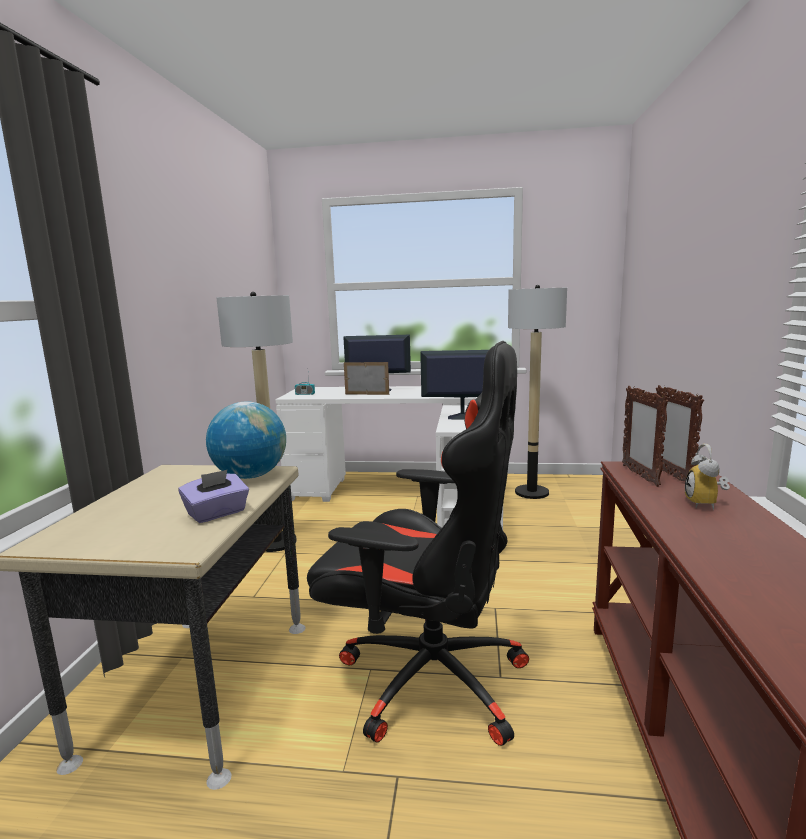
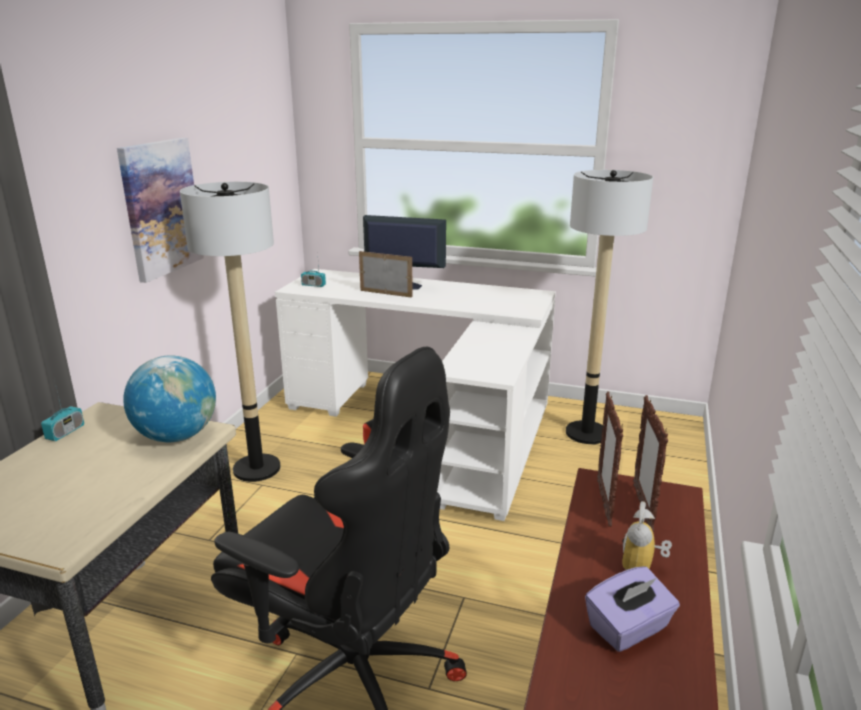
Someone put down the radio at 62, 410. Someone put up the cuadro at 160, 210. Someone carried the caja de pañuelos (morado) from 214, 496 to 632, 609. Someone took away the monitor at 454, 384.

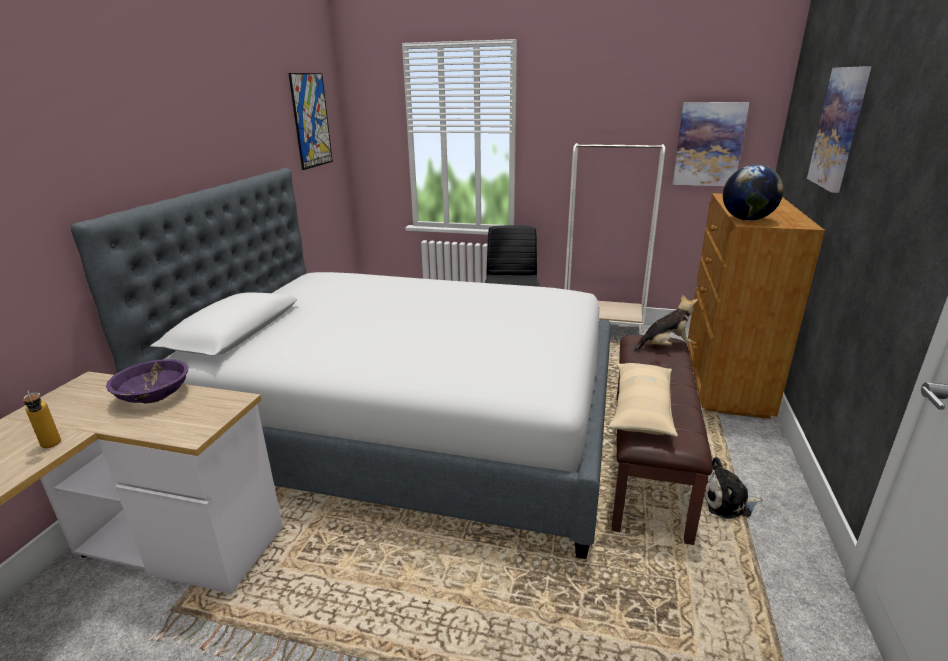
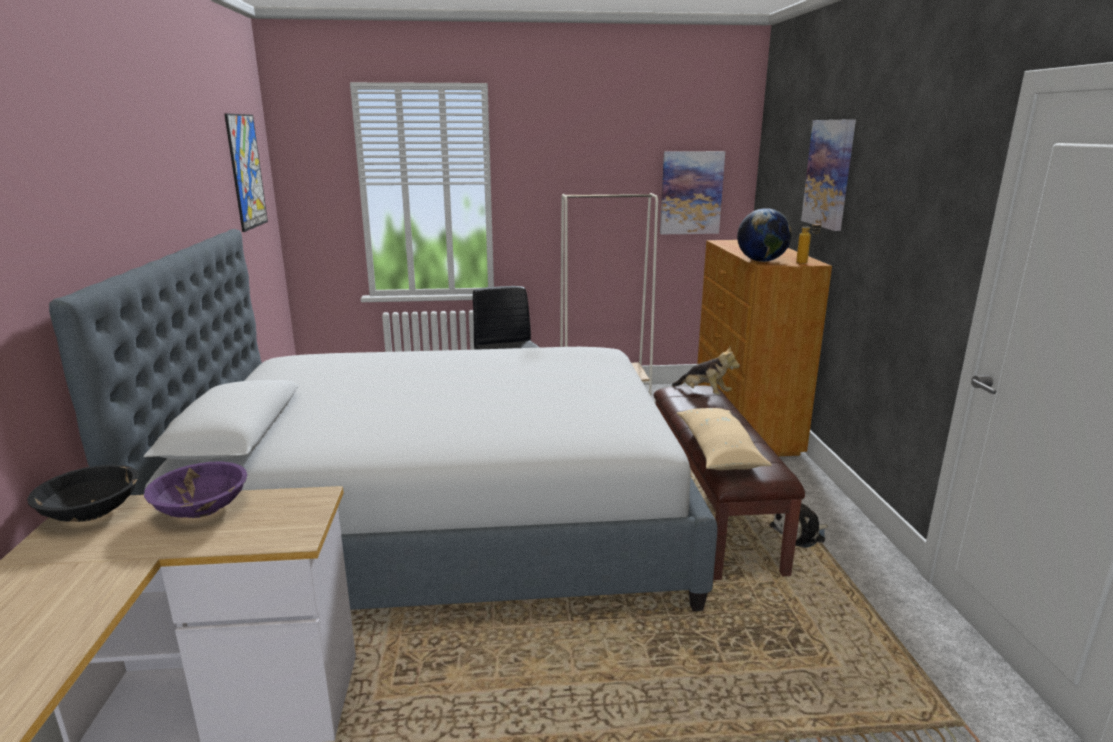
Someone put down the cuenco (negro) at 83, 493. Someone rotated the peluche at 666, 323 by 75 degrees clockwise. Someone carried the botella from 42, 419 to 809, 241.

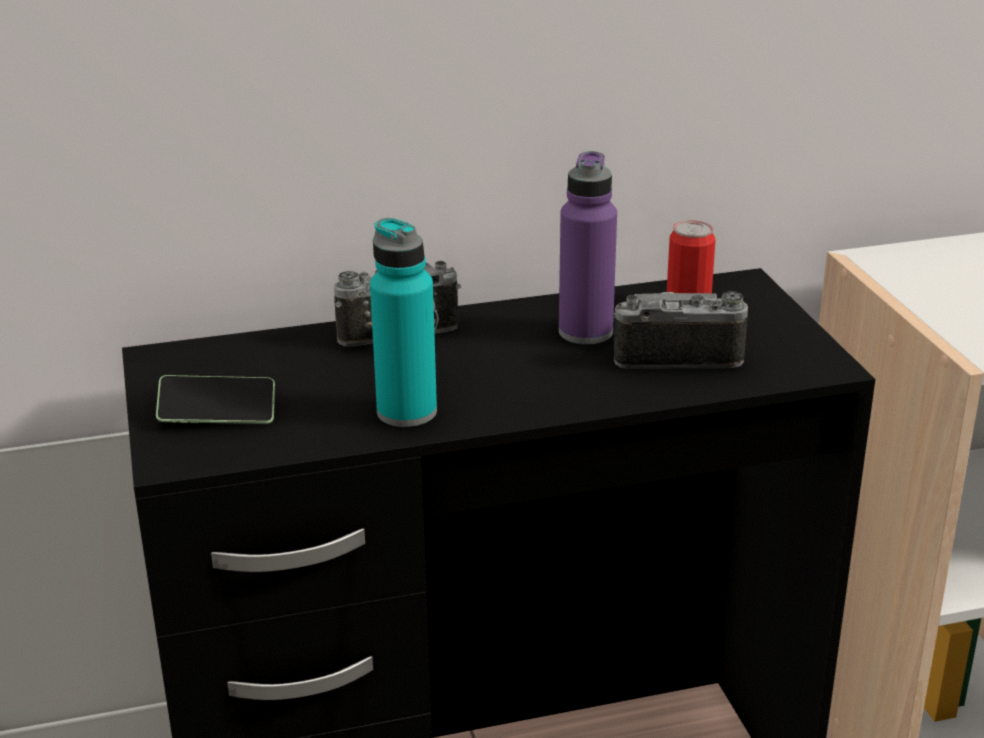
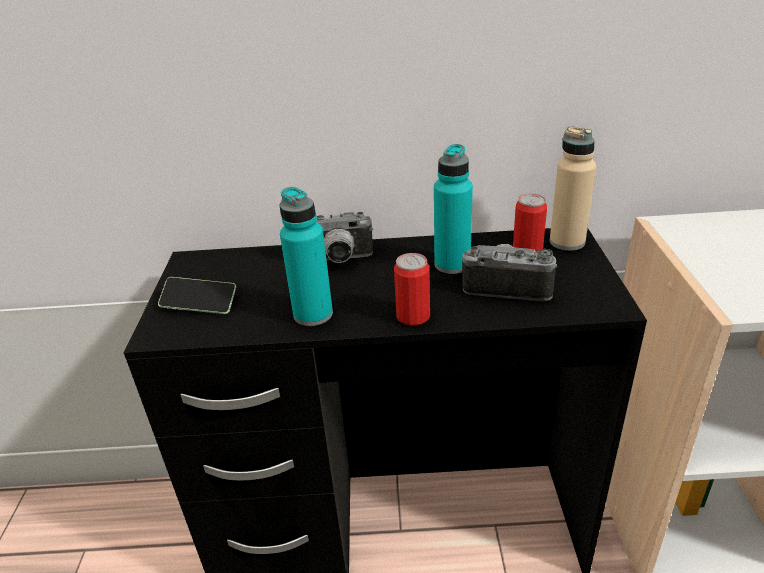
Someone put down the lata at 412, 289. Someone repainted the botella (morado) at 588, 247, which became the botella (turquesa) at 453, 209. Someone put down the botella (beis) at 573, 188.

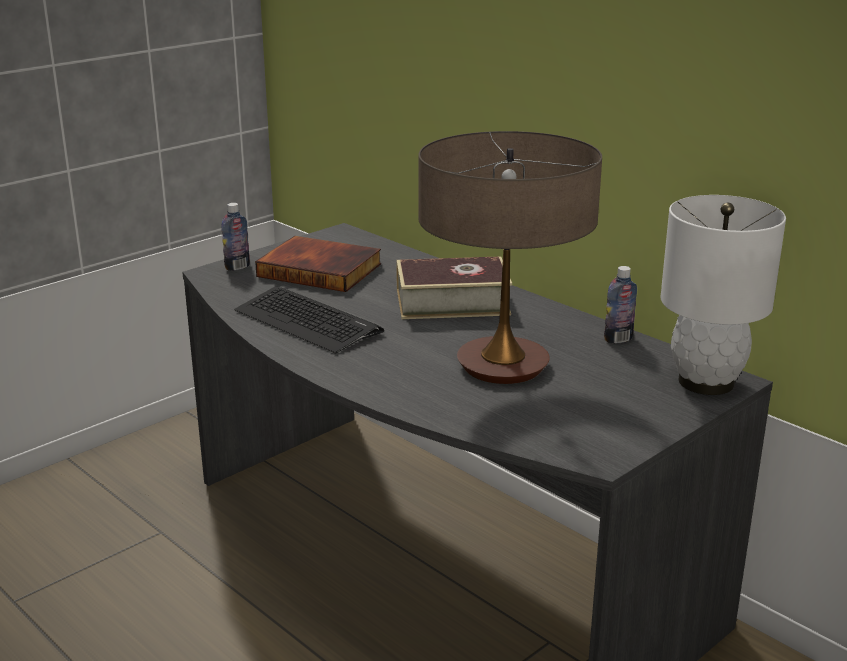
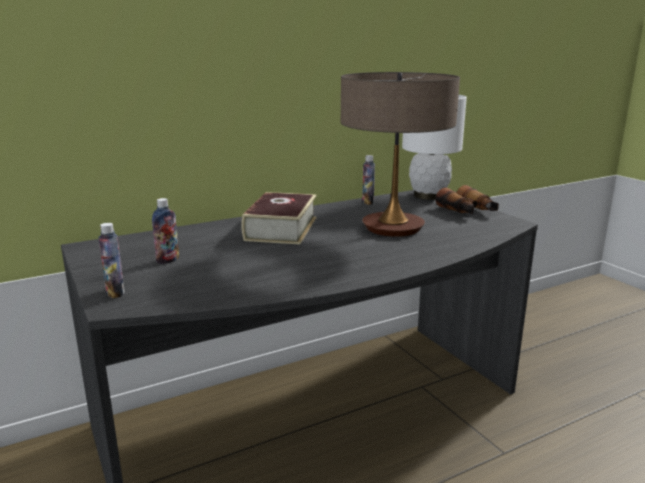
Someone swapped the libro at 318, 264 for the botella at 165, 231. Someone put down the prismáticos at 467, 199. Someone took away the teclado at 309, 320.

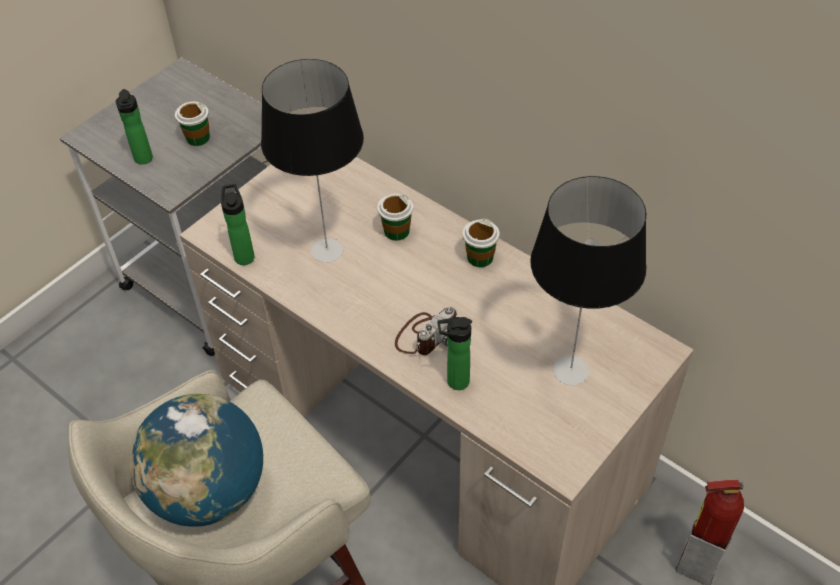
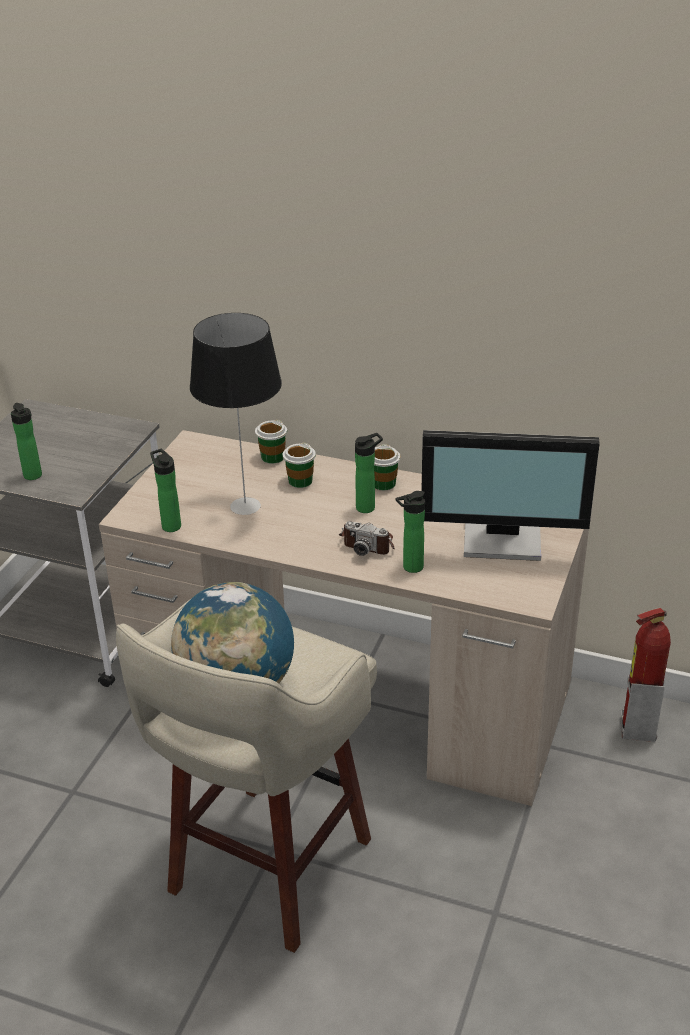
Someone carried the taza from 192, 123 to 271, 442. Someone rotated the cámara at 426, 331 by 90 degrees clockwise. Someone put down the botella at 369, 473. Someone swapped the lámpara de mesa at 588, 280 for the monitor at 510, 495.

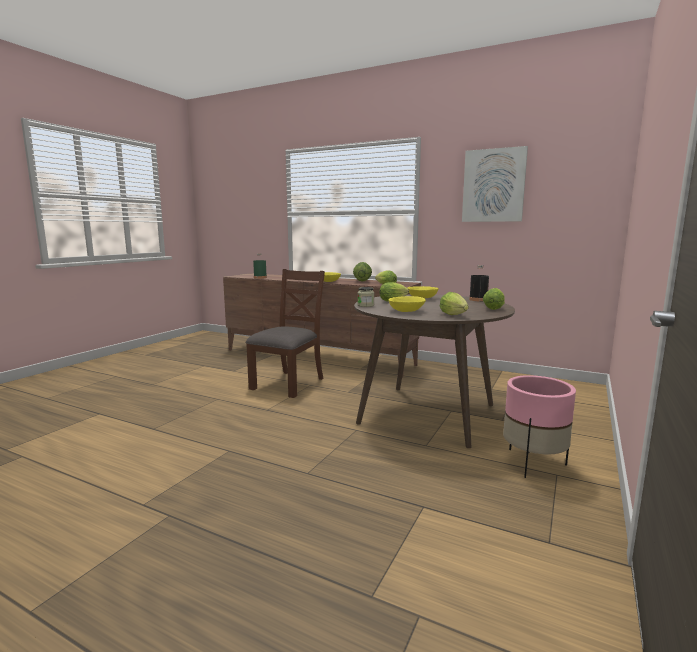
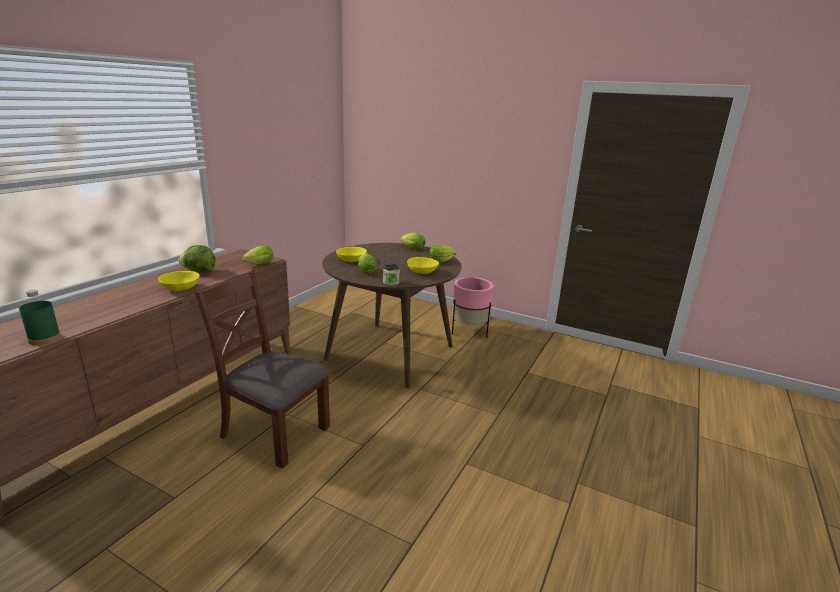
Someone took away the cuadro at 495, 184. Someone took away the botella (negro) at 479, 283.

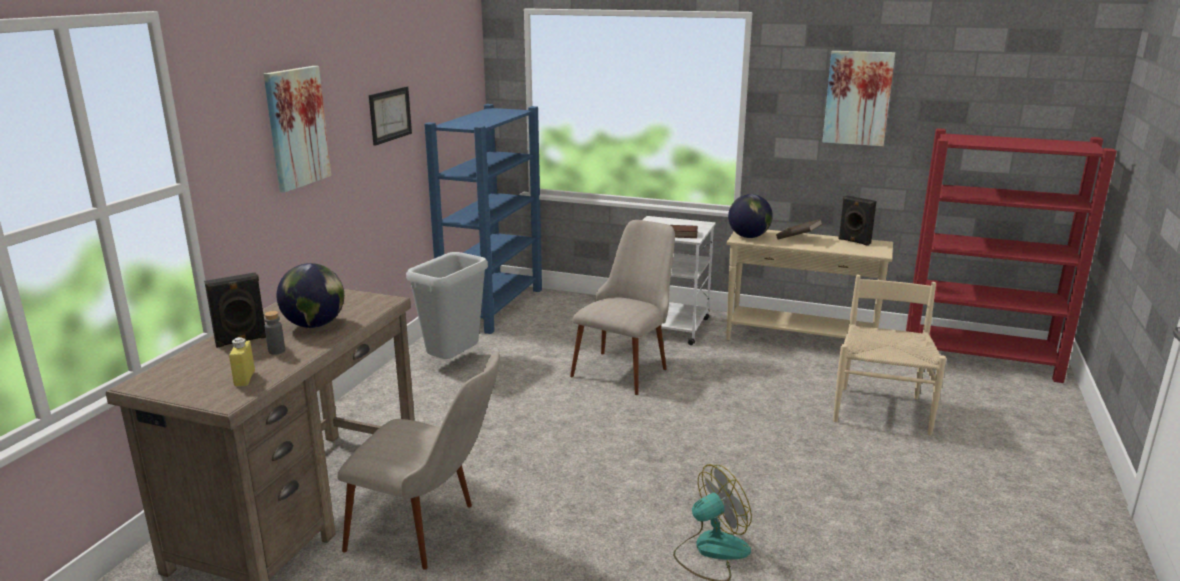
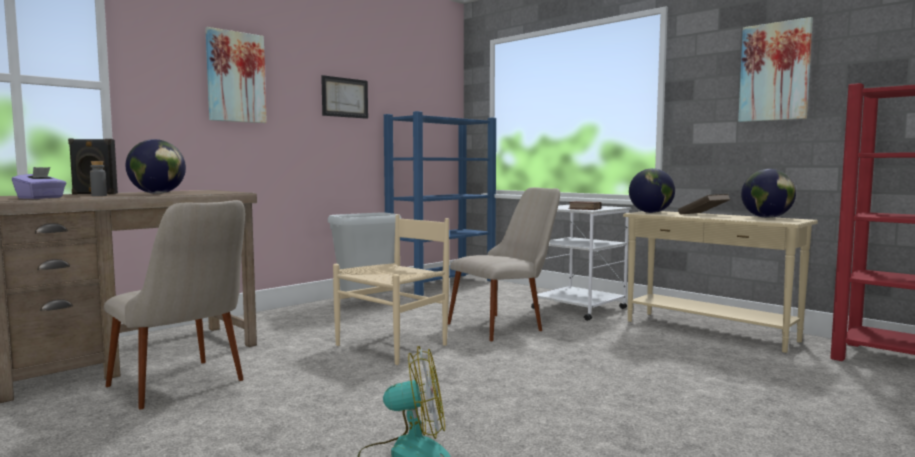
Someone swapped the botella (amarillo) at 242, 362 for the caja de pañuelos (morado) at 39, 183. Someone carried the silla (beis) from 889, 355 to 391, 289. Someone swapped the altavoz (negro) at 857, 221 for the globo terráqueo at 768, 193.

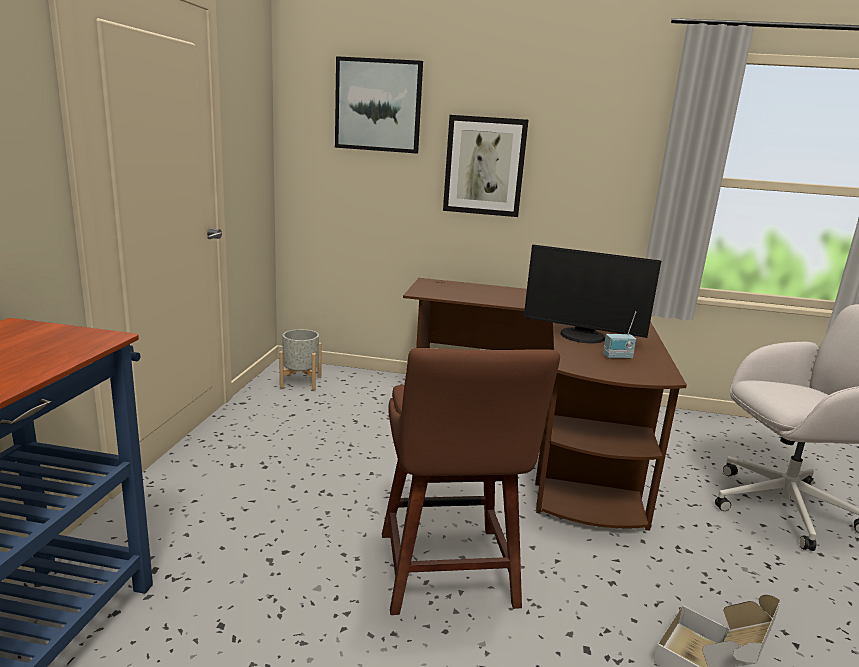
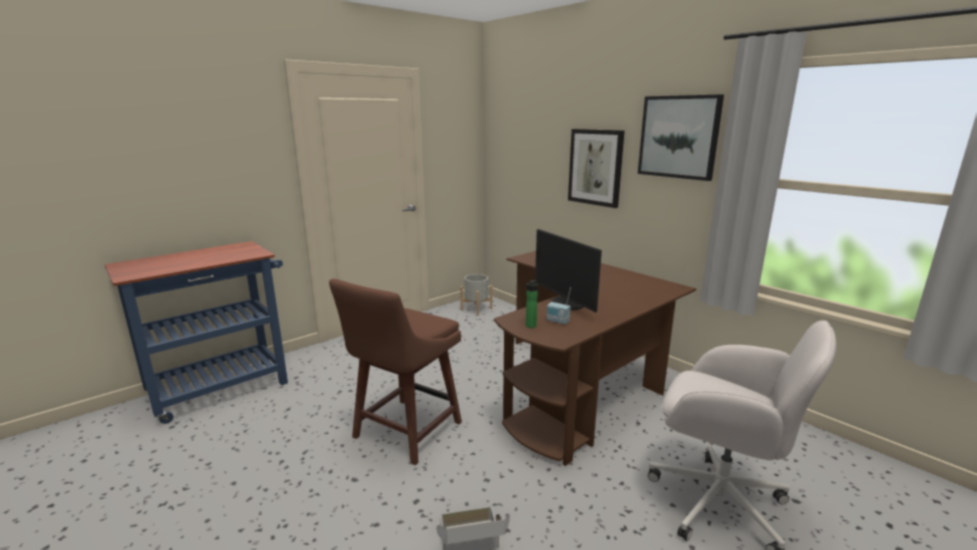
Someone put down the botella at 531, 304. Someone carried the cuadro from 379, 104 to 681, 137.

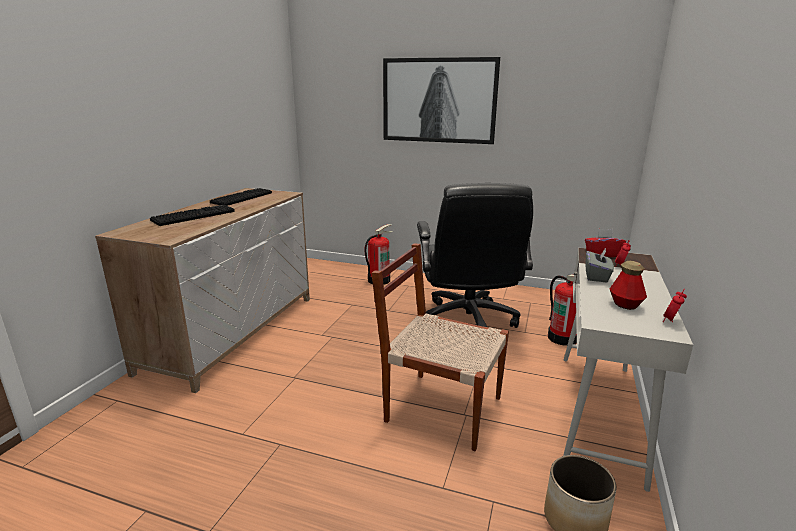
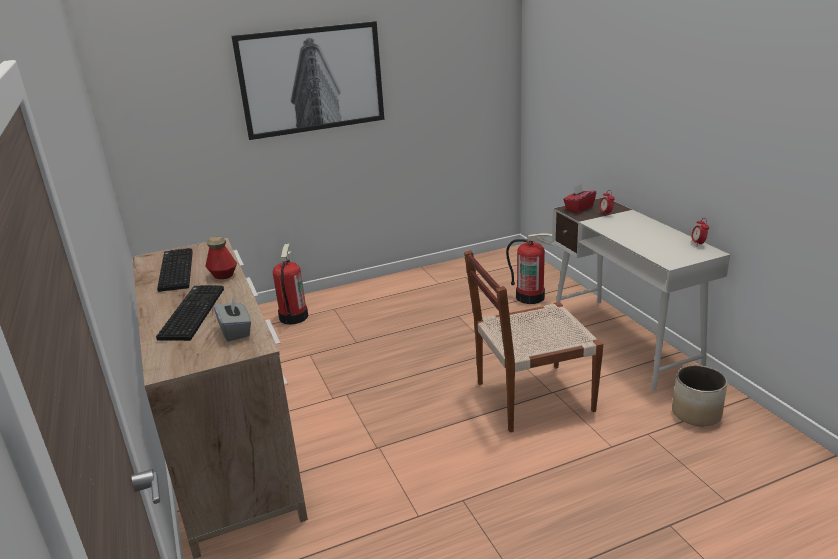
Someone carried the botella from 628, 285 to 221, 257. Someone carried the caja de pañuelos (gris) from 599, 264 to 232, 319. Someone took away the silla de oficina (negro) at 475, 255.

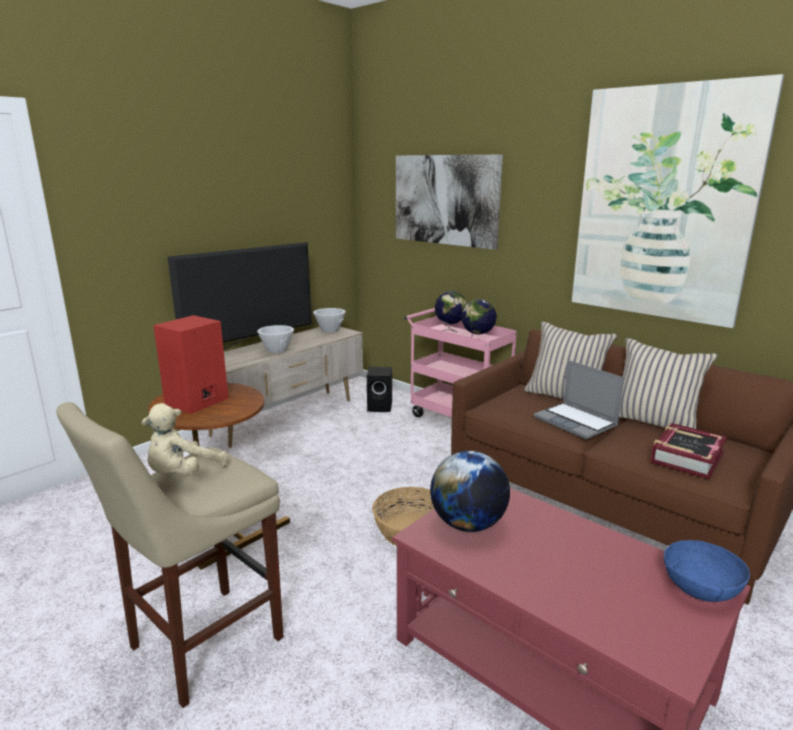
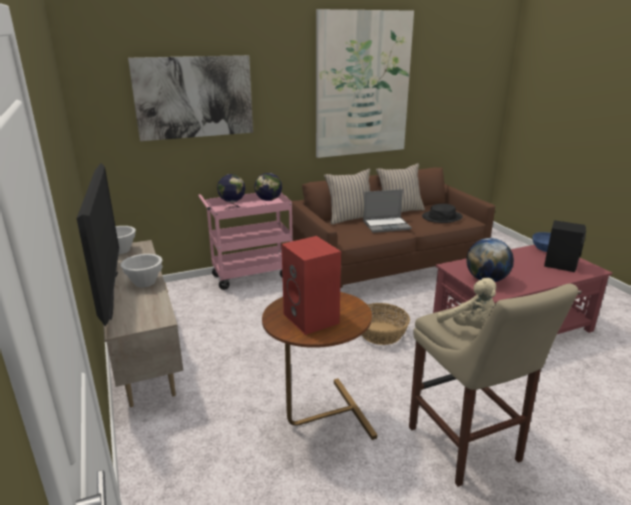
Someone swapped the libro at 689, 451 for the sombrero (negro) at 442, 213. Someone carried the altavoz (negro) from 379, 389 to 565, 246.

